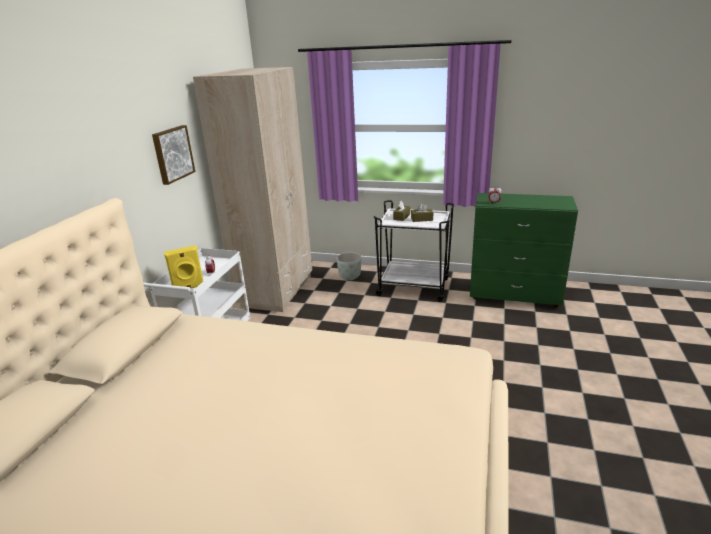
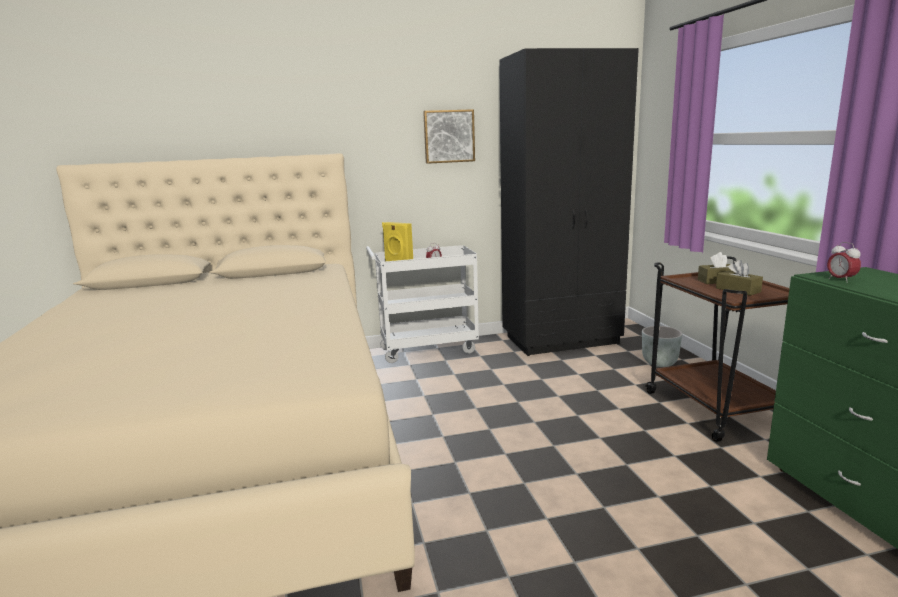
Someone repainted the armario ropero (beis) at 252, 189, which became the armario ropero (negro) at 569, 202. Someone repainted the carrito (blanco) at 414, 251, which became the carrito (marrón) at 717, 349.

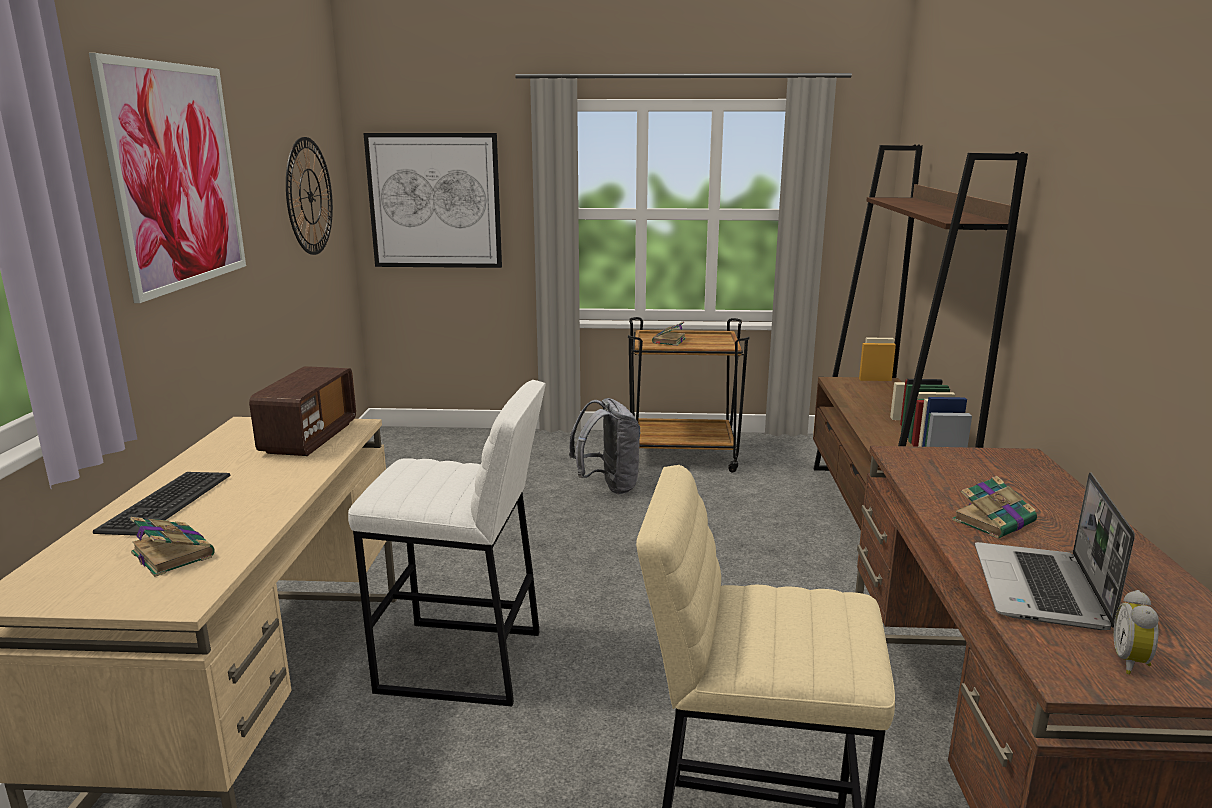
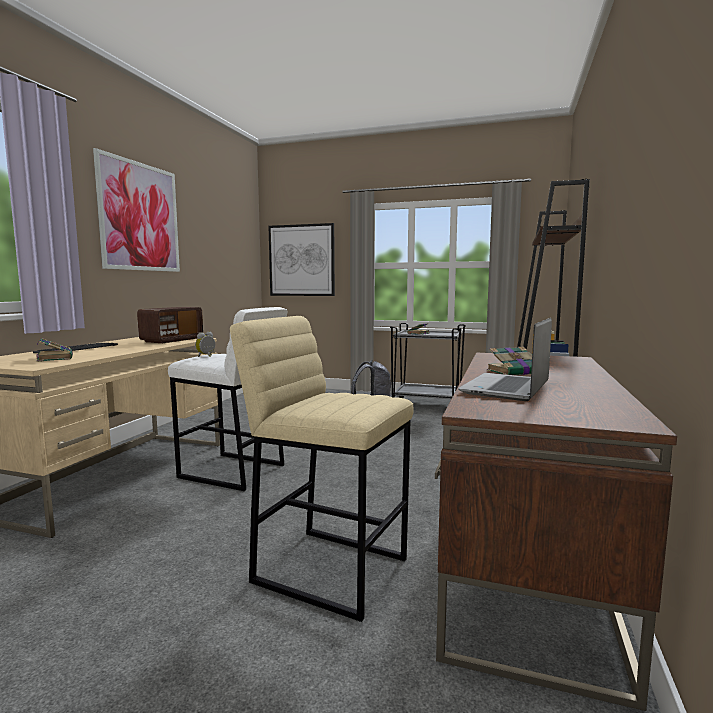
Someone carried the despertador from 1136, 632 to 205, 344. Someone repainted the carrito (marrón) at 689, 394, which became the carrito (gris) at 428, 361. Someone took away the reloj de pared at 309, 196.

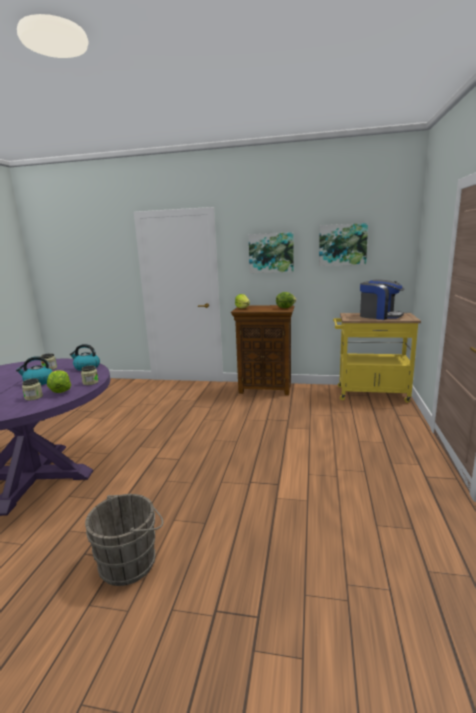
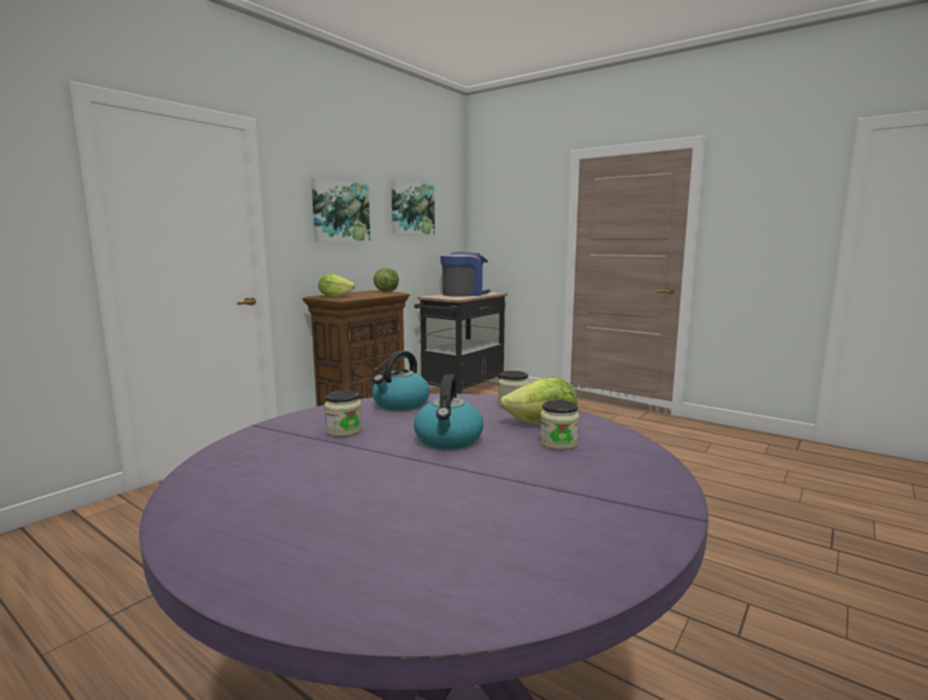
Someone repainted the carrito (amarillo) at 377, 358, which became the carrito (negro) at 460, 343. Someone took away the cubo (gris) at 124, 540.

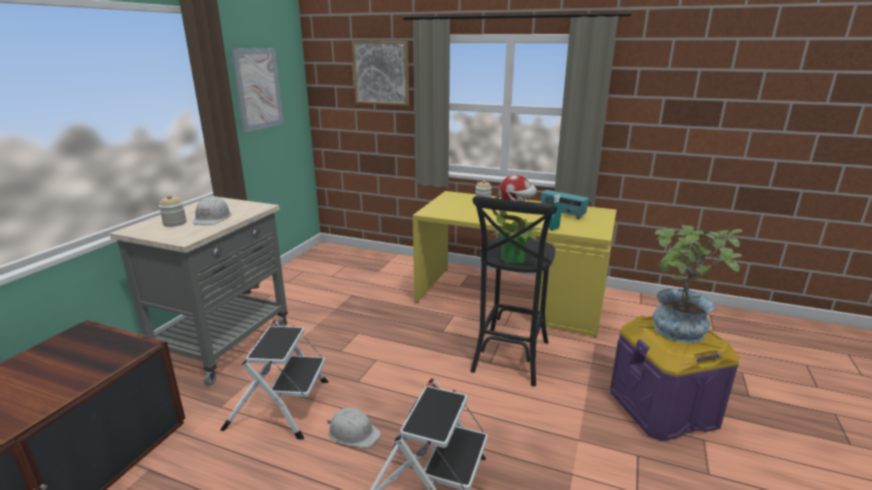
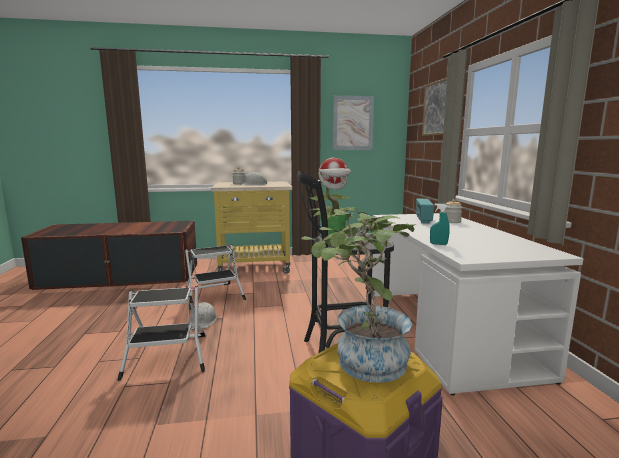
Someone repainted the carrito (gris) at 198, 291, which became the carrito (amarillo) at 251, 227. Someone repainted the escritorio (amarillo) at 515, 264, which became the escritorio (blanco) at 477, 304. Someone carried the radio from 565, 204 to 425, 211.

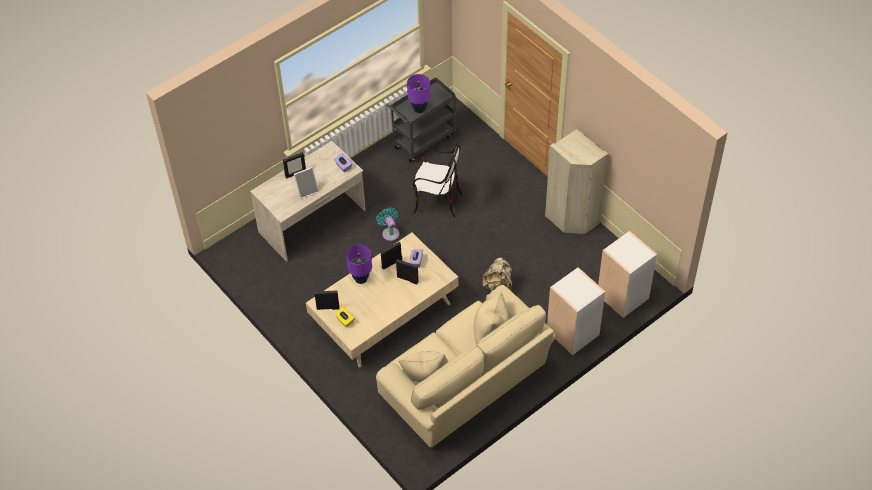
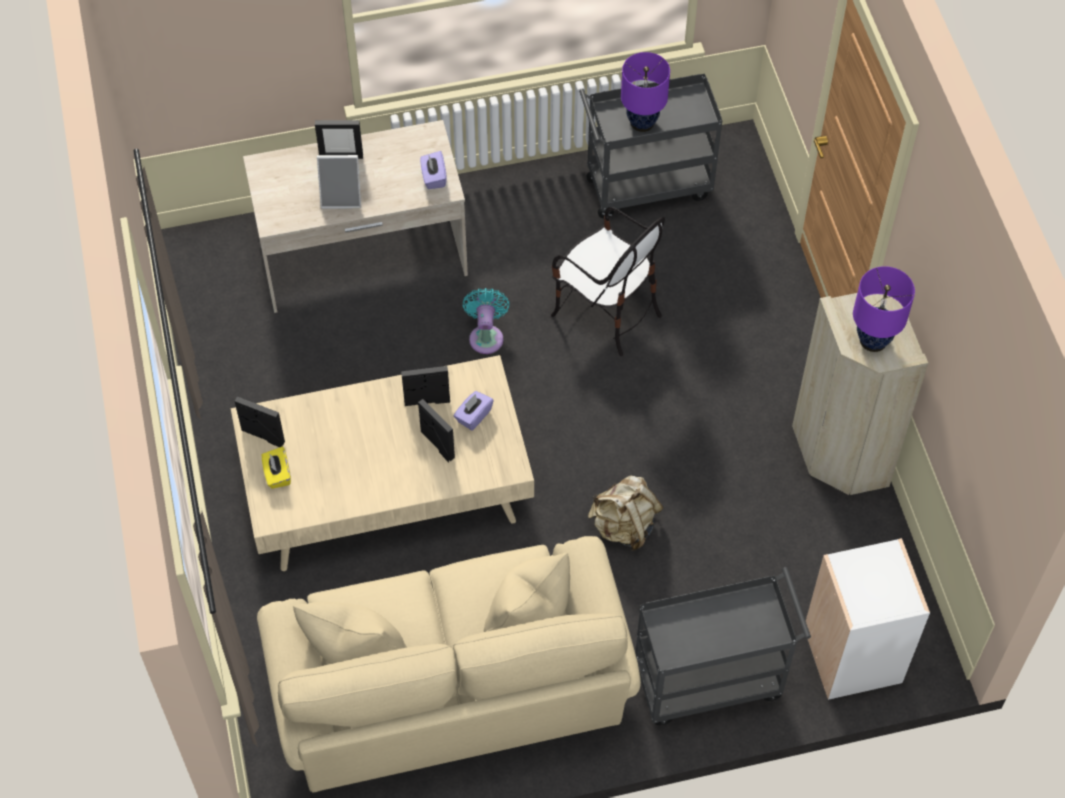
Someone swapped the estantería at 576, 311 for the carrito (gris) at 723, 646. Someone carried the lámpara de mesa (morado) from 359, 264 to 884, 309.

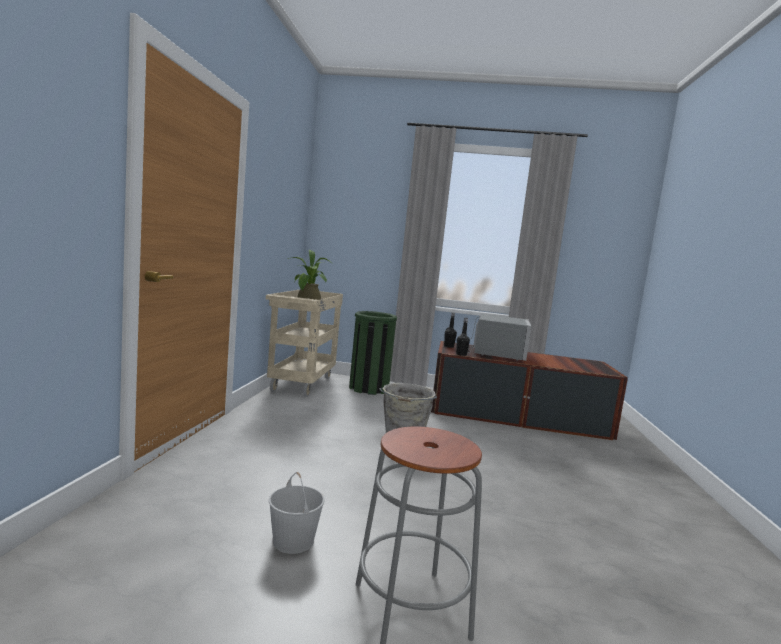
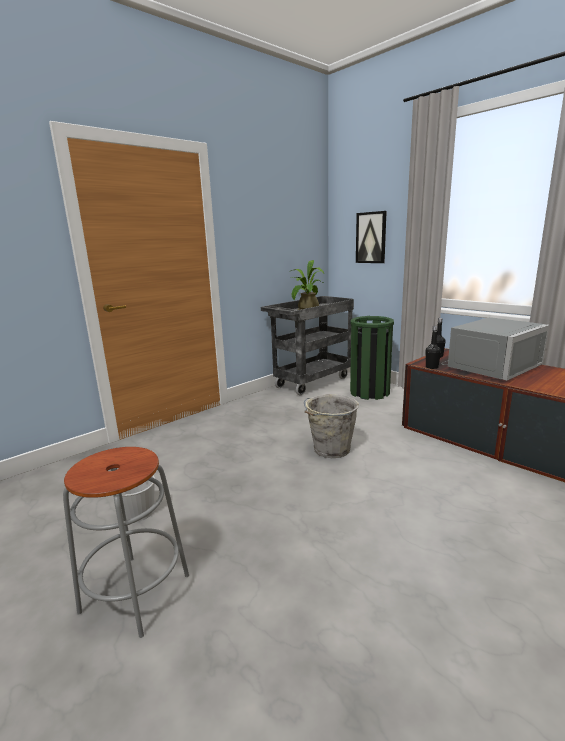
Someone repainted the carrito (beis) at 304, 343, which became the carrito (negro) at 307, 346. Someone put up the cuadro at 371, 237.

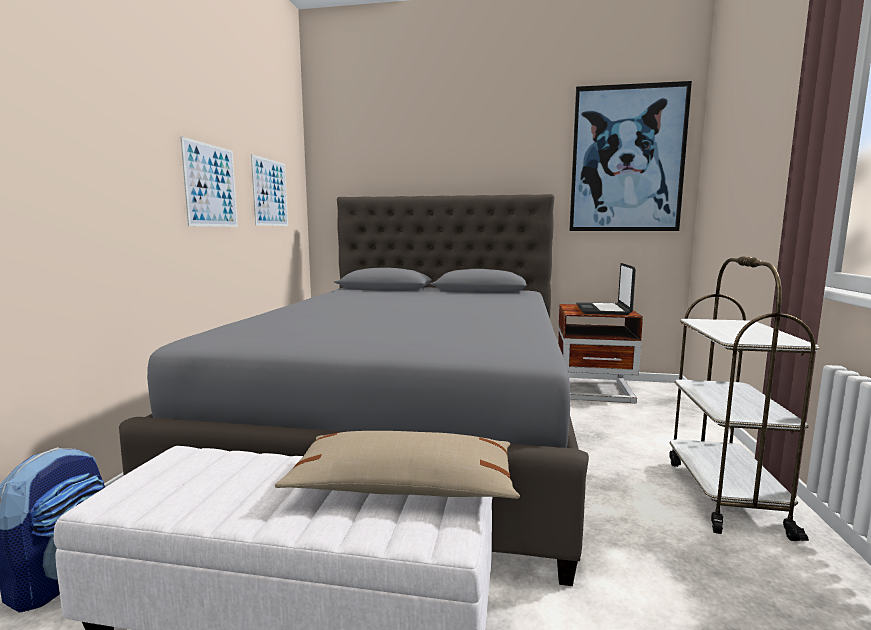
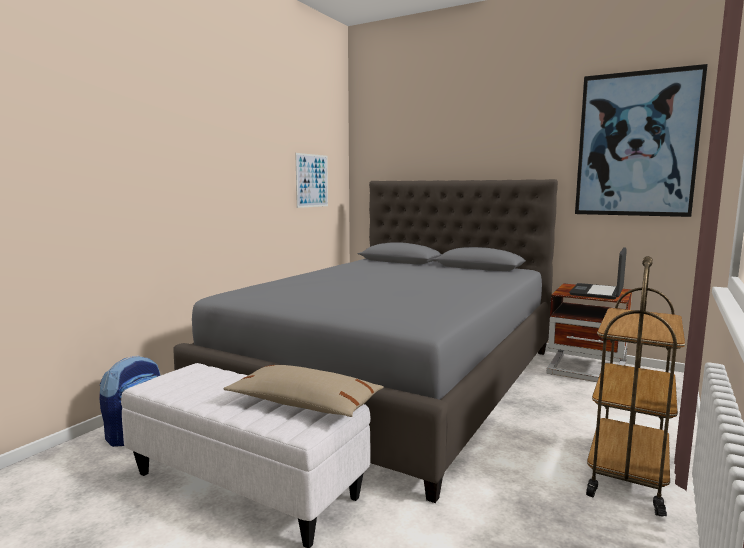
Someone repainted the carrito (blanco) at 744, 398, which became the carrito (marrón) at 635, 386. Someone took away the cuadro at 209, 181.

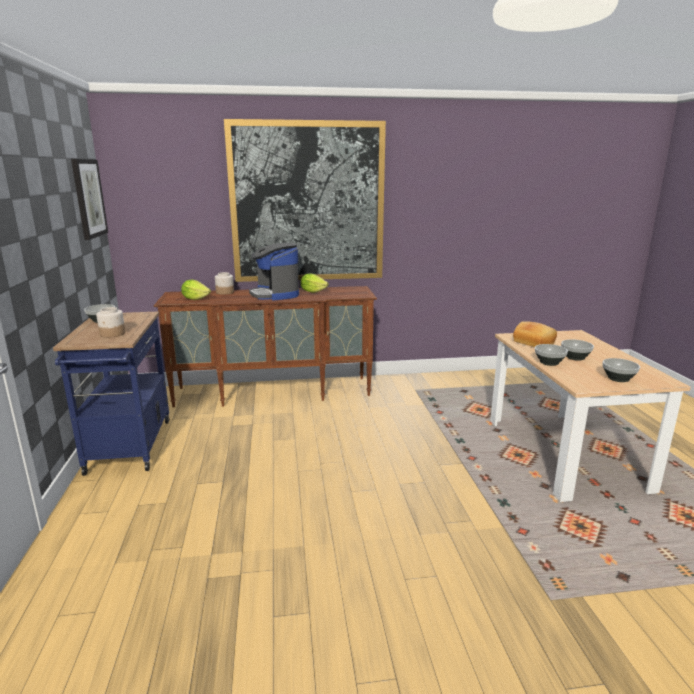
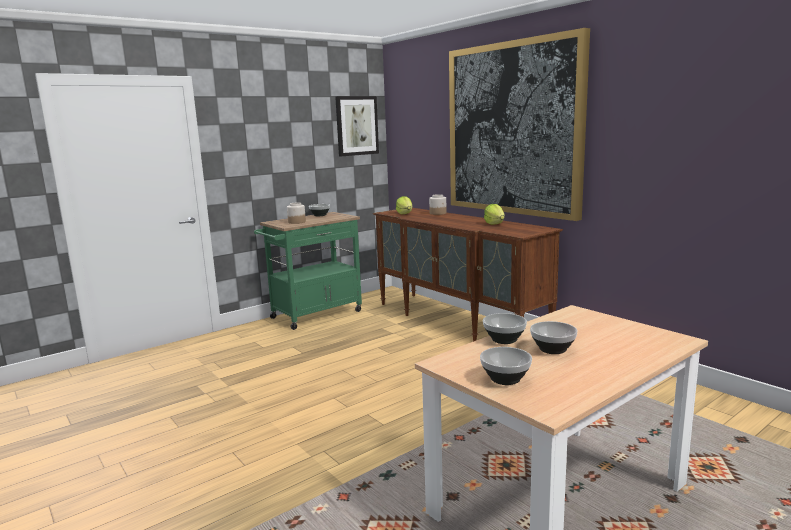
Someone repainted the carrito (azul) at 111, 393, which became the carrito (verde) at 308, 271. Someone took away the cafetera at 274, 271. Someone took away the pan at 535, 334.

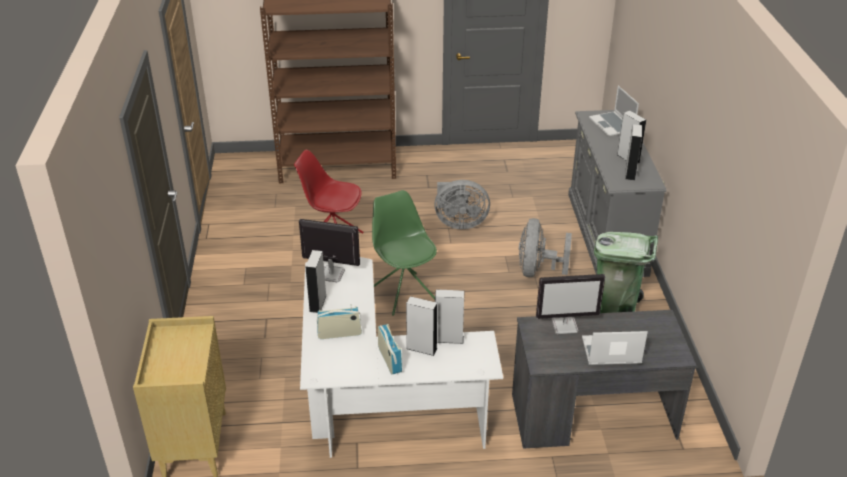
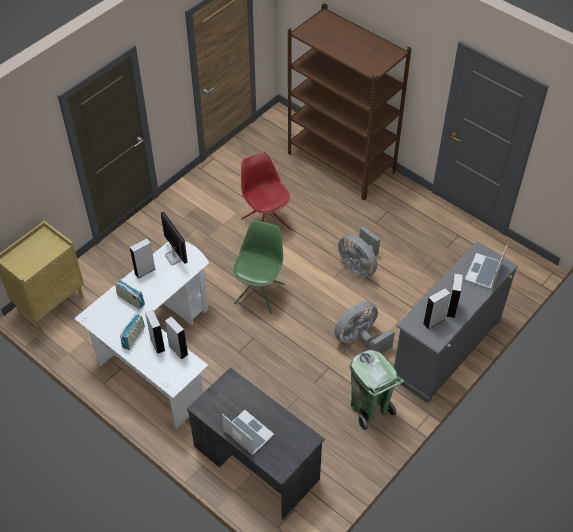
Someone took away the monitor at 570, 304.

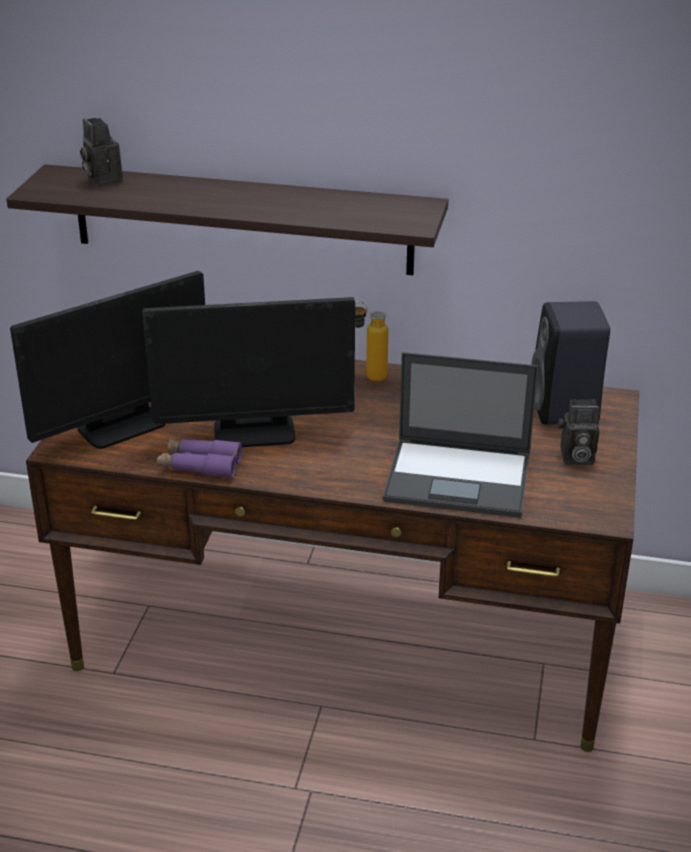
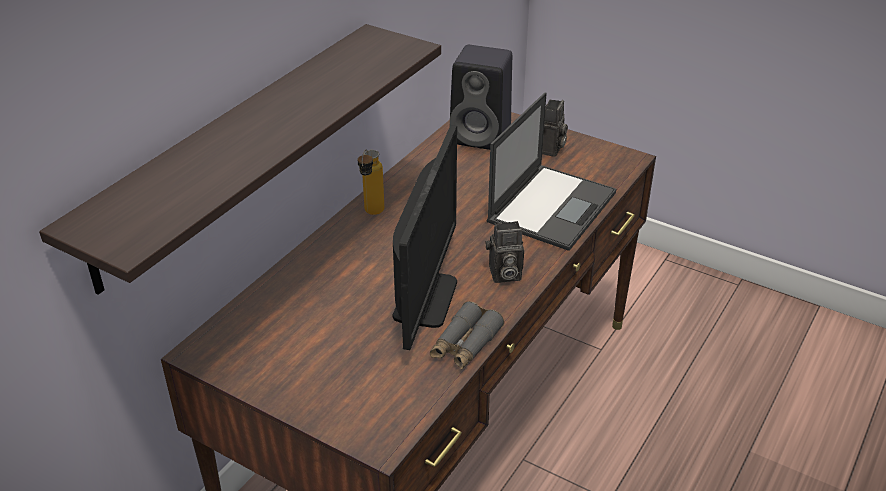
Someone repainted the prismáticos (morado) at 199, 458, which became the prismáticos (gris) at 467, 335. Someone carried the cámara from 101, 152 to 505, 252. Someone took away the monitor at 107, 360.

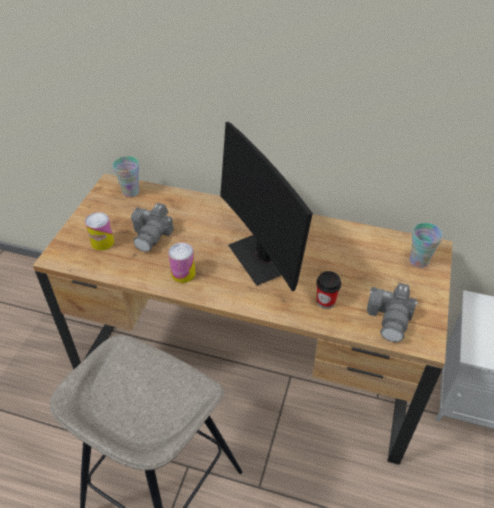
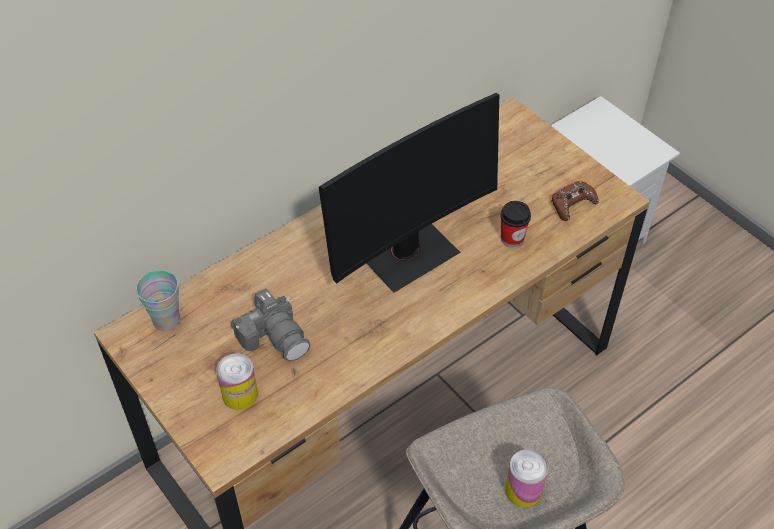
Someone rotated the monitor at 266, 206 by 45 degrees counterclockwise. Someone carried the lata from 182, 263 to 526, 478. Someone swapped the cámara at 392, 312 for the mando de consola (marrón) at 575, 201. Someone took away the taza at 426, 245.

